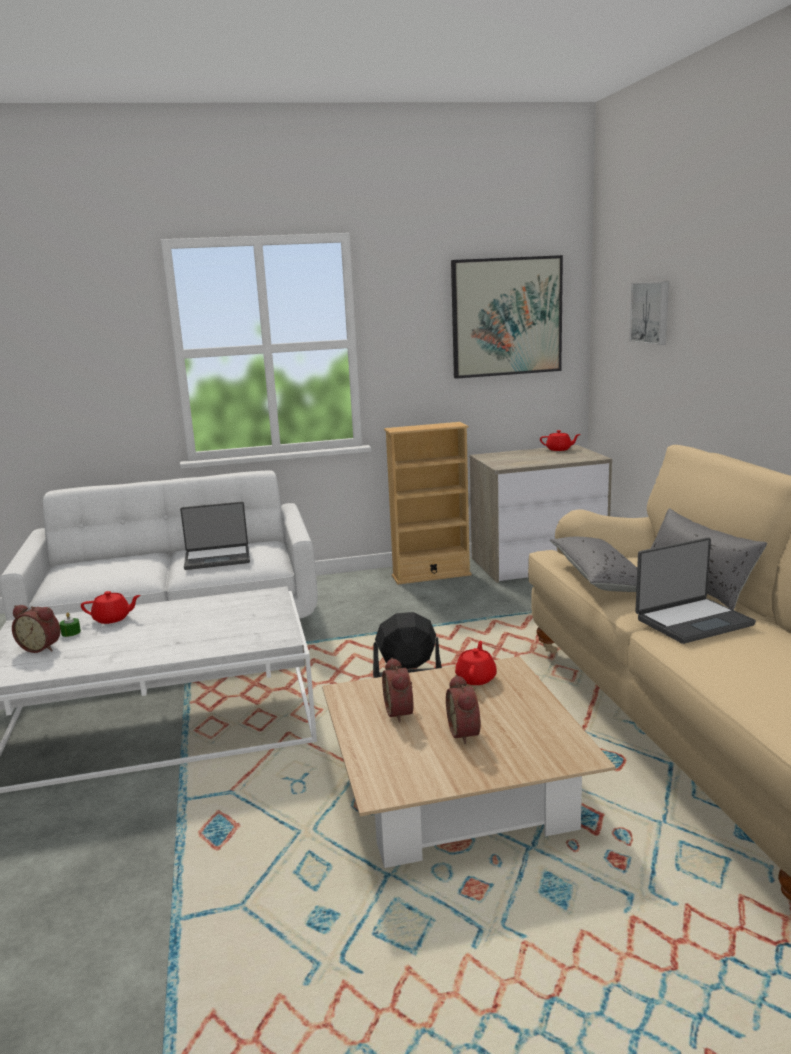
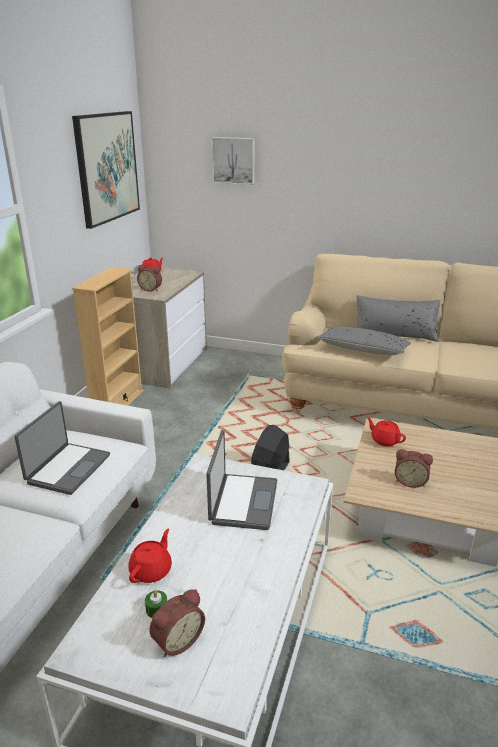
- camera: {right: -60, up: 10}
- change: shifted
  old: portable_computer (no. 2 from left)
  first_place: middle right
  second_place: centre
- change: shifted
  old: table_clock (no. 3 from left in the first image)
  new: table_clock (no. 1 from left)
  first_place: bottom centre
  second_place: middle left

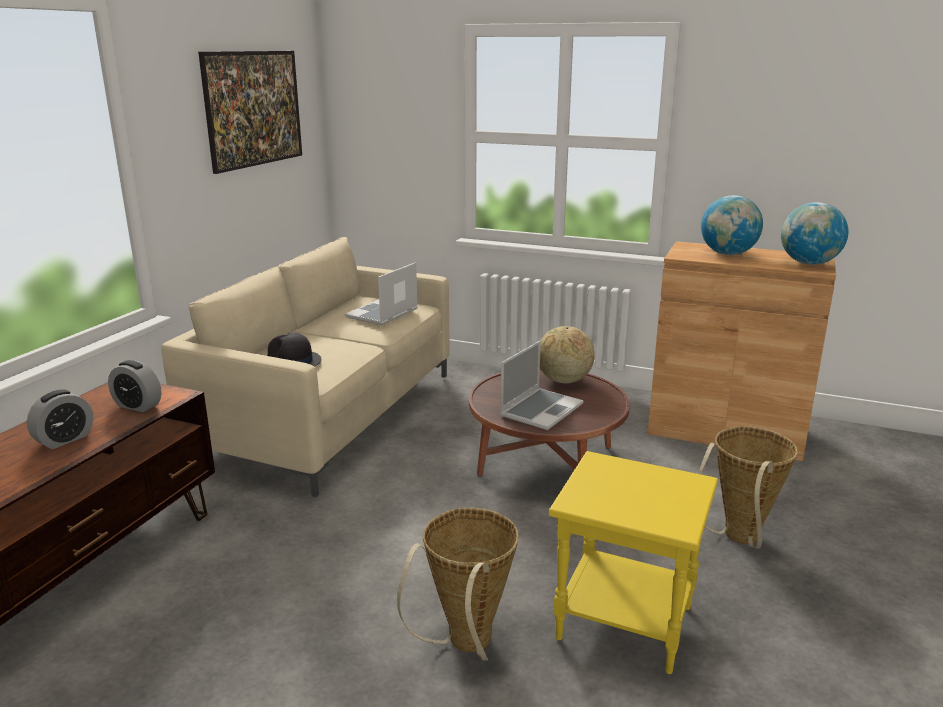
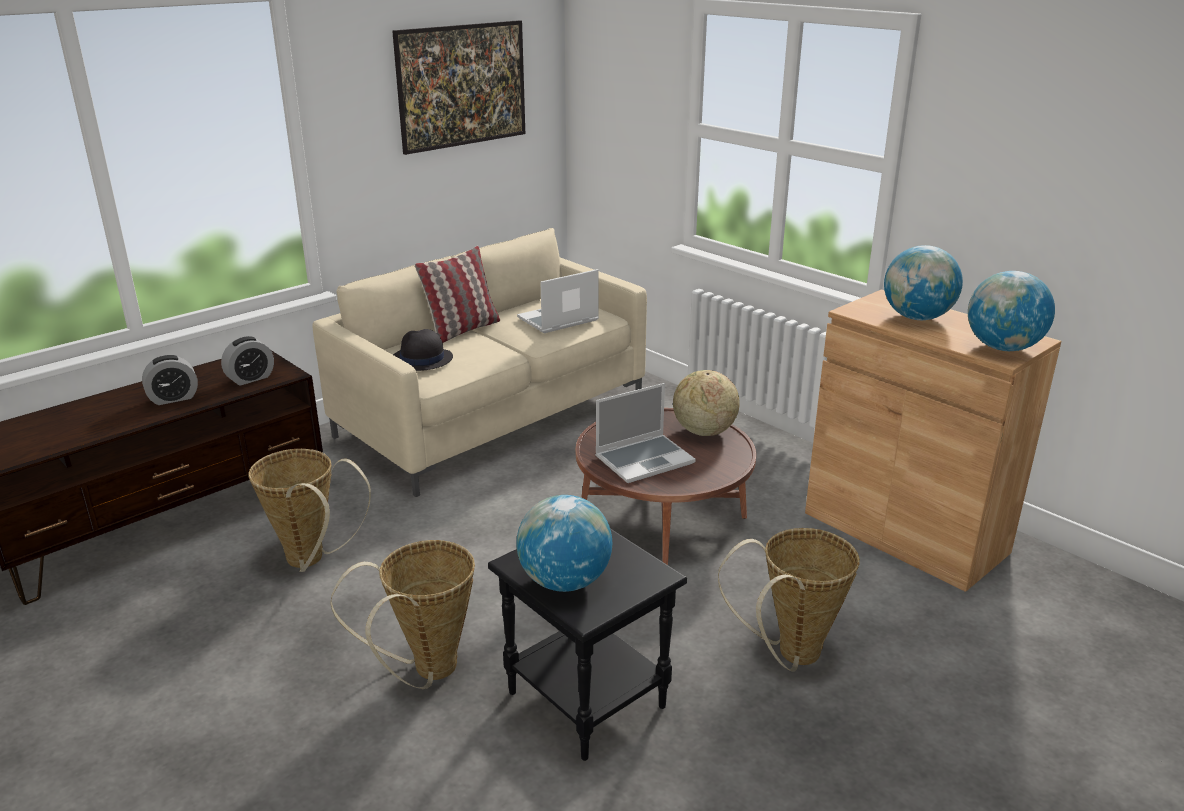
- camera: {right: 25, up: 5}
- change: rotated
  old: table_clock (no. 2 from left)
  first_place: middle left
  second_place: middle left
  degrees: -90
- change: repainted
  old: yellow_accent_table
  new: black_accent_table
  first_place: bottom right
  second_place: bottom centre
- change: new
  new: pillow
  second_place: centre
- change: new
  new: household_basket (no. 1 from left)
  second_place: middle left
- change: new
  new: globe (no. 1 from left)
  second_place: bottom centre

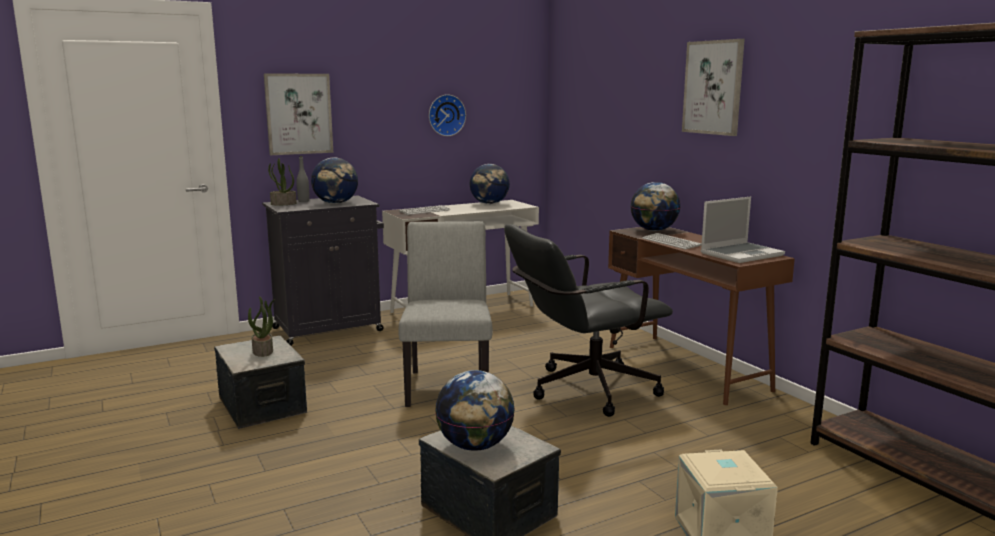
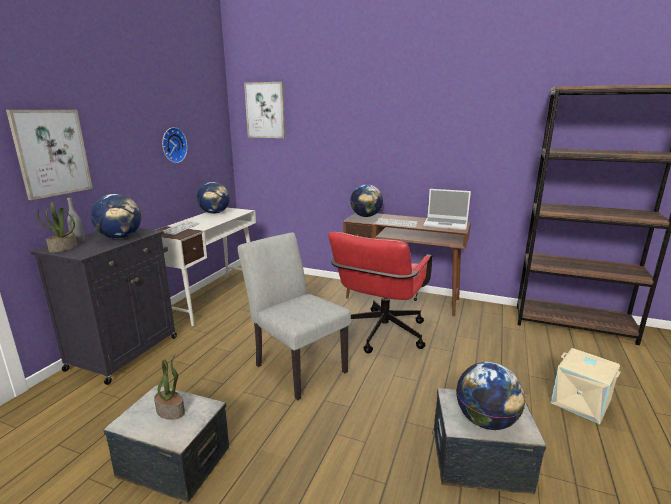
- camera: {right: -40, up: 5}
- change: shifted
  old: wall_picture (no. 2 from left)
  first_place: top right
  second_place: top centre
- change: rotated
  old: portable_computer
  first_place: middle right
  second_place: centre
  degrees: 90
- change: repainted
  old: black_office_chair
  new: reddish_office_chair
  first_place: centre
  second_place: centre

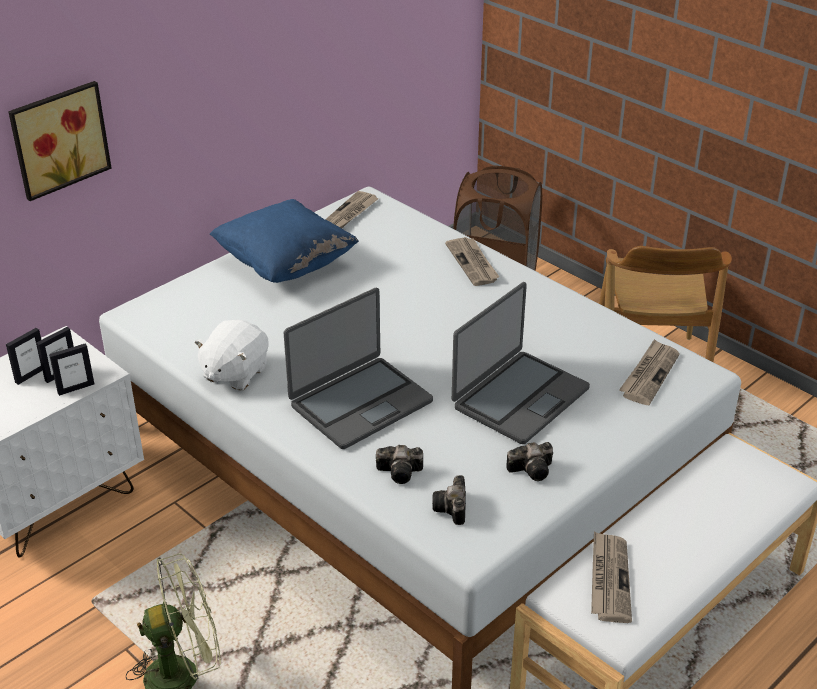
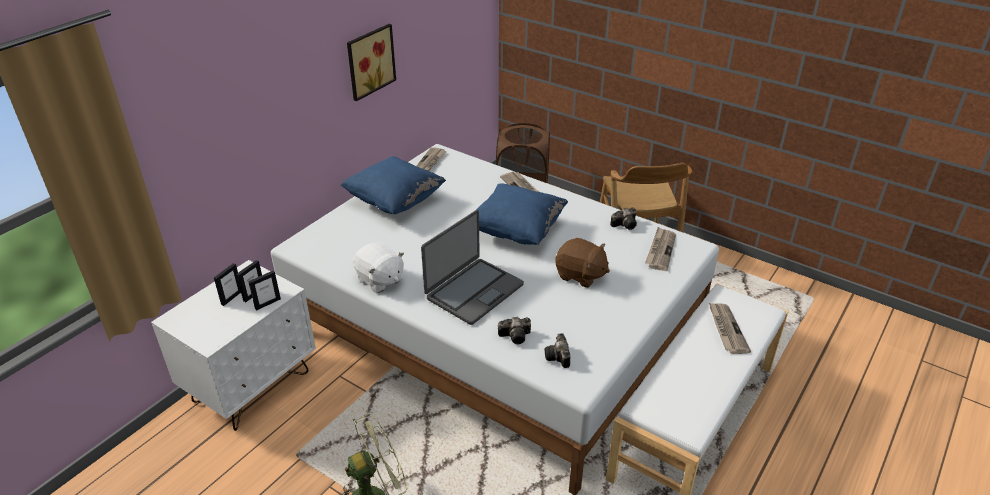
- camera: {right: -10, up: 0}
- change: shifted
  old: wall_picture
  first_place: top left
  second_place: top centre
- change: swapped
  old: portable_computer (no. 2 from left)
  new: brown-coloured_plush_toy
  first_place: centre
  second_place: centre
- change: rotated
  old: white_plush_toy
  first_place: middle left
  second_place: centre
  degrees: -60
- change: shifted
  old: still_camera (no. 3 from left)
  first_place: bottom centre
  second_place: centre
- change: shifted
  old: printed_paper (no. 3 from left in the first image)
  new: printed_paper (no. 4 from left)
  first_place: bottom right
  second_place: middle right
- change: new
  new: blue_pillow (no. 2 from left)
  second_place: centre

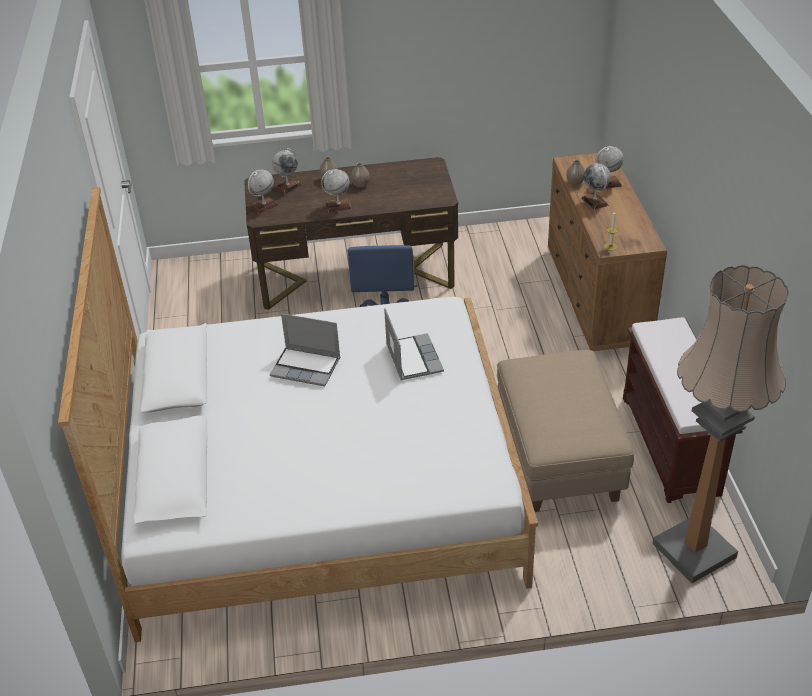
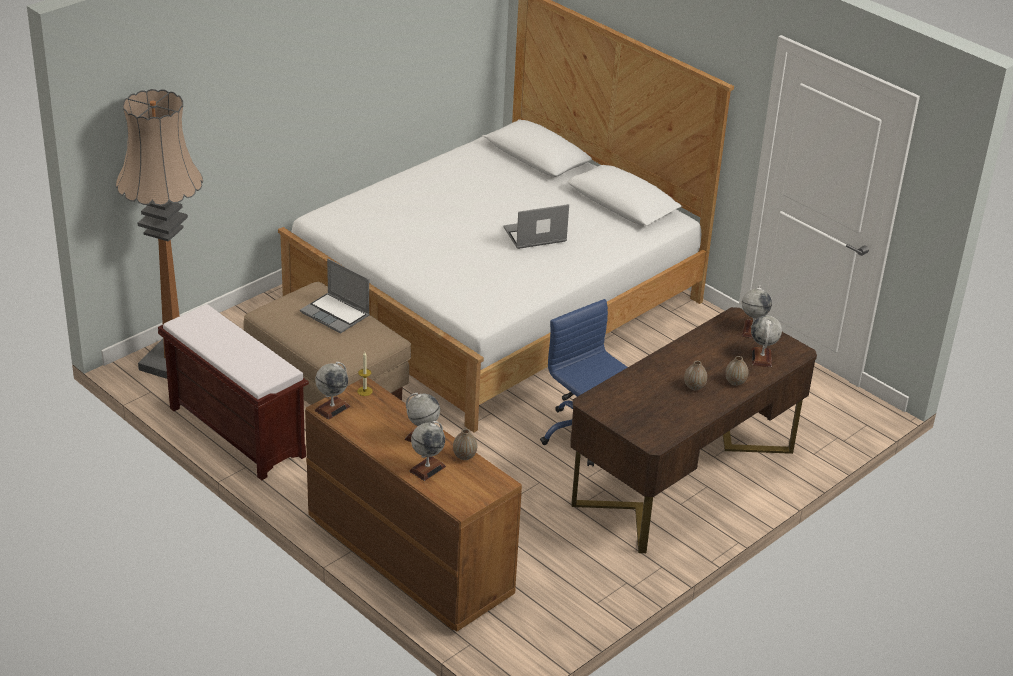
- camera: {right: 140, up: -5}
- change: shifted
  old: globe (no. 3 from left in the first image)
  new: globe (no. 1 from left)
  first_place: top centre
  second_place: middle left
- change: shifted
  old: portable_computer (no. 2 from left in the first image)
  new: portable_computer (no. 1 from left)
  first_place: centre
  second_place: middle left

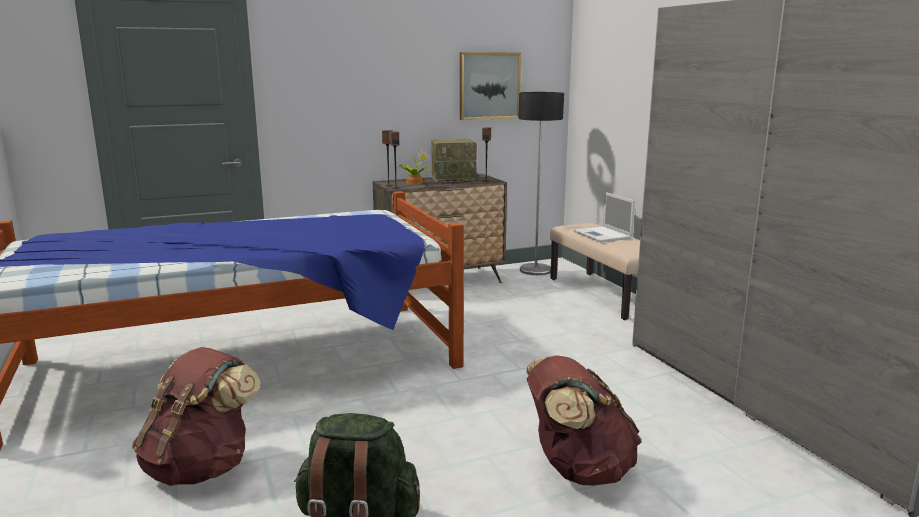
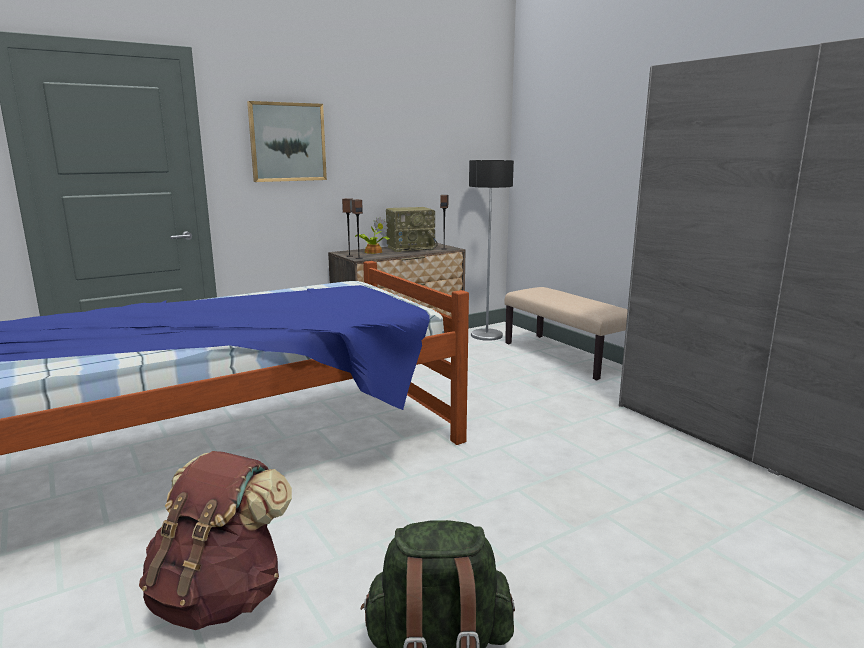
- camera: {right: -10, up: 0}
- change: shifted
  old: wall_picture
  first_place: top centre
  second_place: top left
- change: gone
  old: portable_computer
  first_place: centre
- change: gone
  old: brown-coloured_rucksack (no. 2 from left)
  first_place: bottom centre

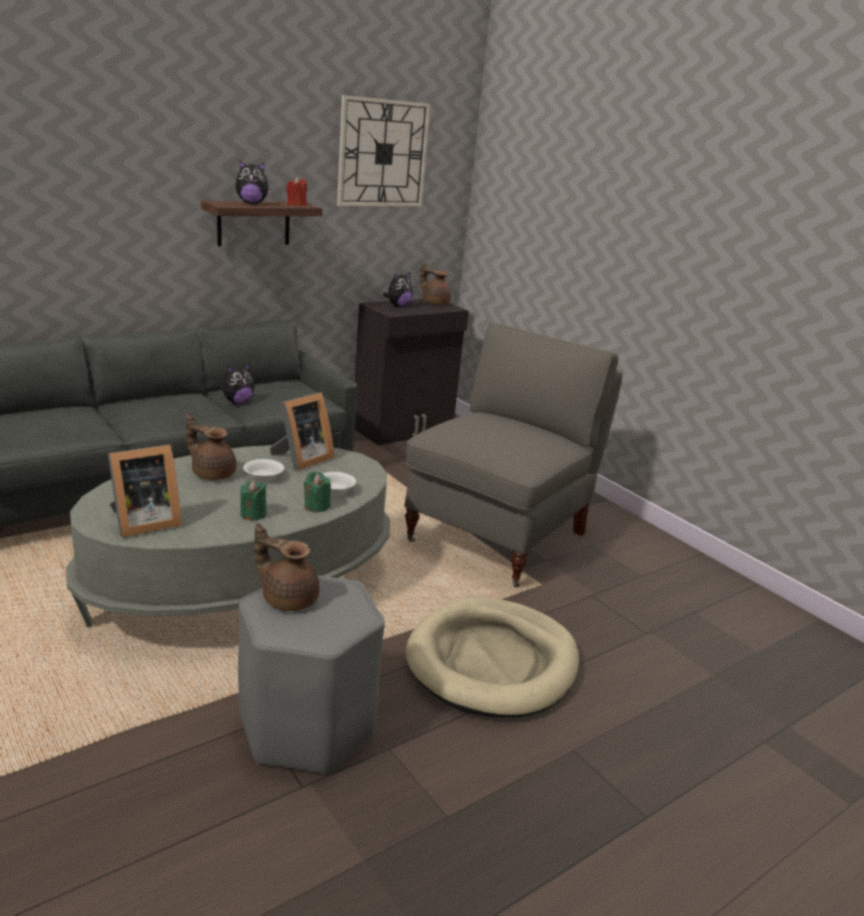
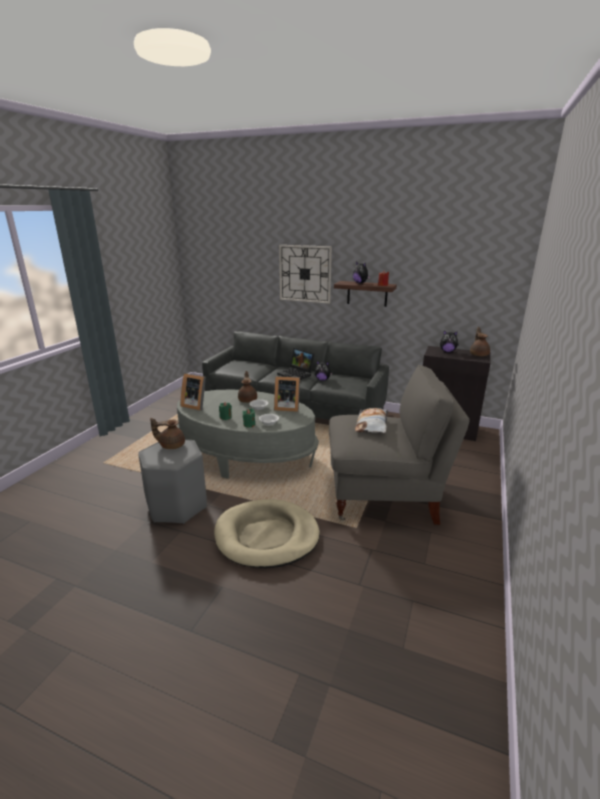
- camera: {right: 60, up: 0}
- change: shifted
  old: hanging_clock
  first_place: top centre
  second_place: centre
- change: rotated
  old: brown-coloured_teapot (no. 2 from left in the first image)
  first_place: middle left
  second_place: middle left
  degrees: -90
- change: new
  new: portable_computer
  second_place: centre
- change: new
  new: pillow
  second_place: centre

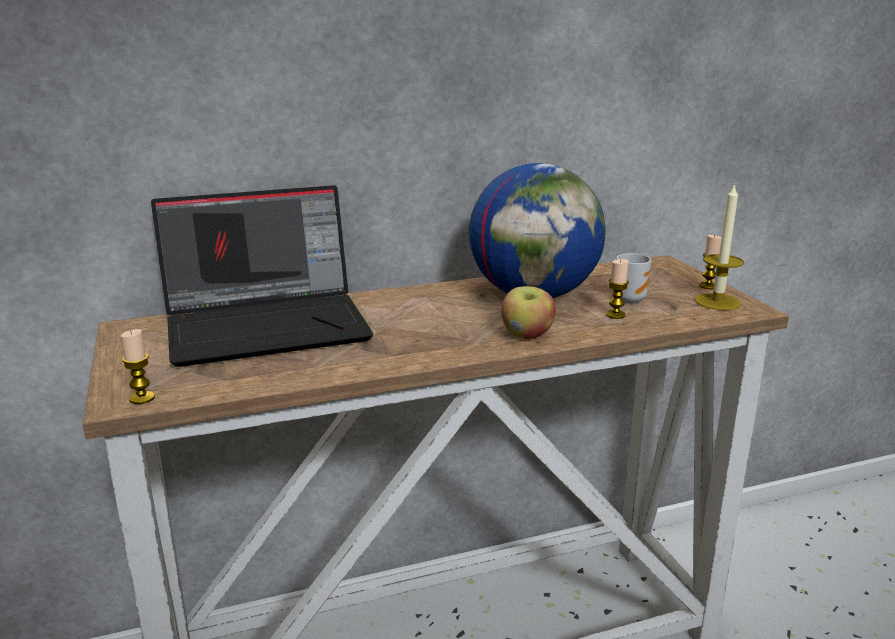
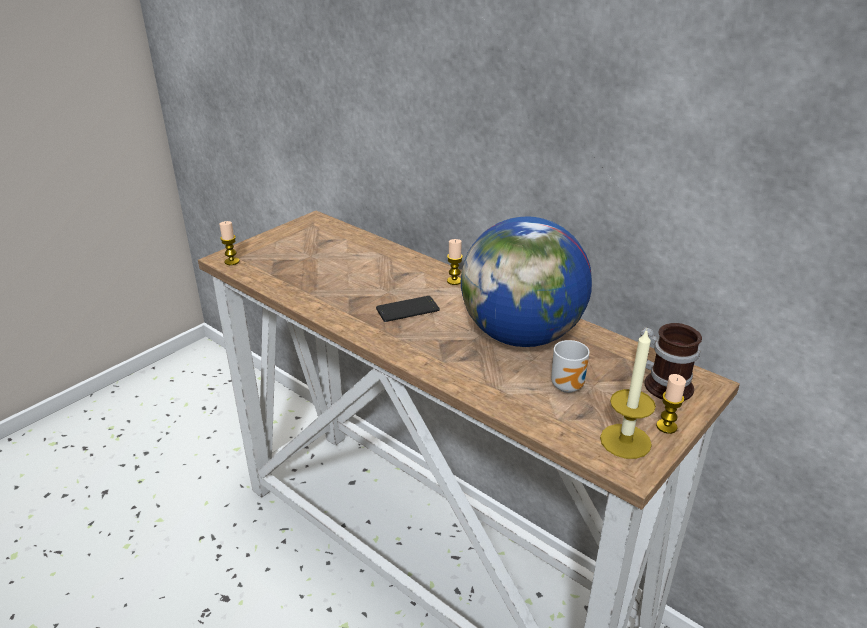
- camera: {right: 60, up: 10}
- change: gone
  old: portable_computer
  first_place: middle left
- change: shifted
  old: wax_light (no. 2 from left)
  first_place: middle right
  second_place: centre
- change: gone
  old: apple_fruit
  first_place: centre
- change: new
  new: phone
  second_place: centre
- change: new
  new: tea_mug (no. 2 from left)
  second_place: middle right

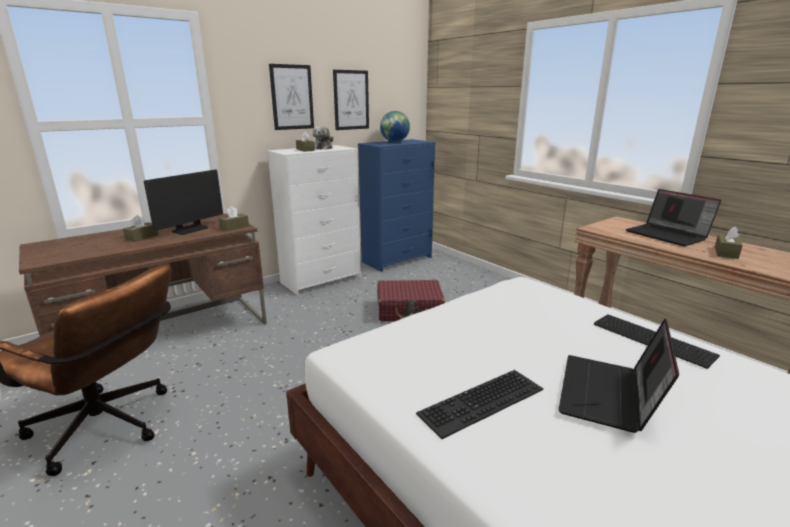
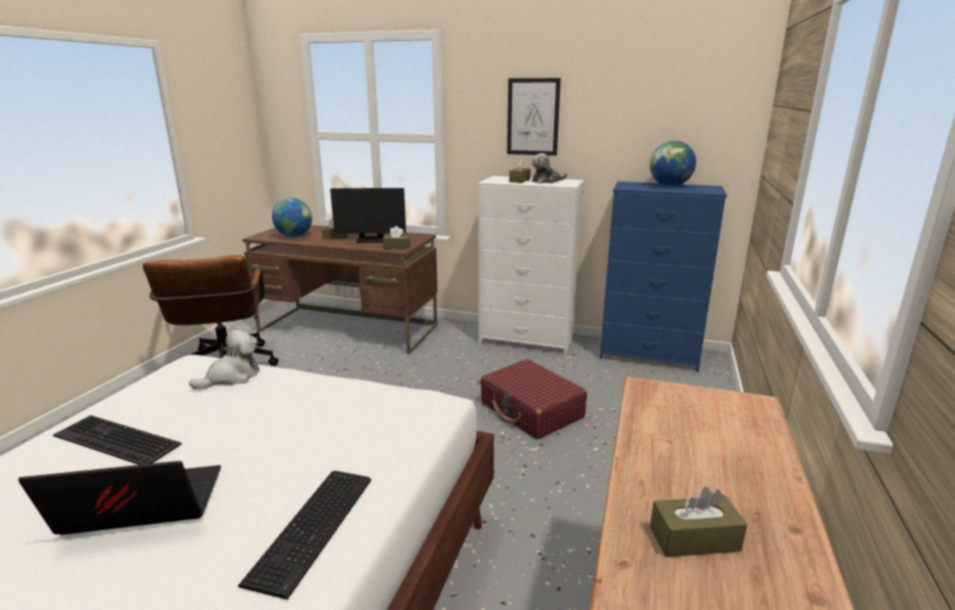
- camera: {right: 55, up: 0}
- change: gone
  old: wall_picture (no. 2 from left)
  first_place: top centre
- change: gone
  old: portable_computer (no. 2 from left)
  first_place: middle right
- change: new
  new: globe (no. 1 from left)
  second_place: middle left
- change: new
  new: plush_toy (no. 1 from left)
  second_place: middle left

